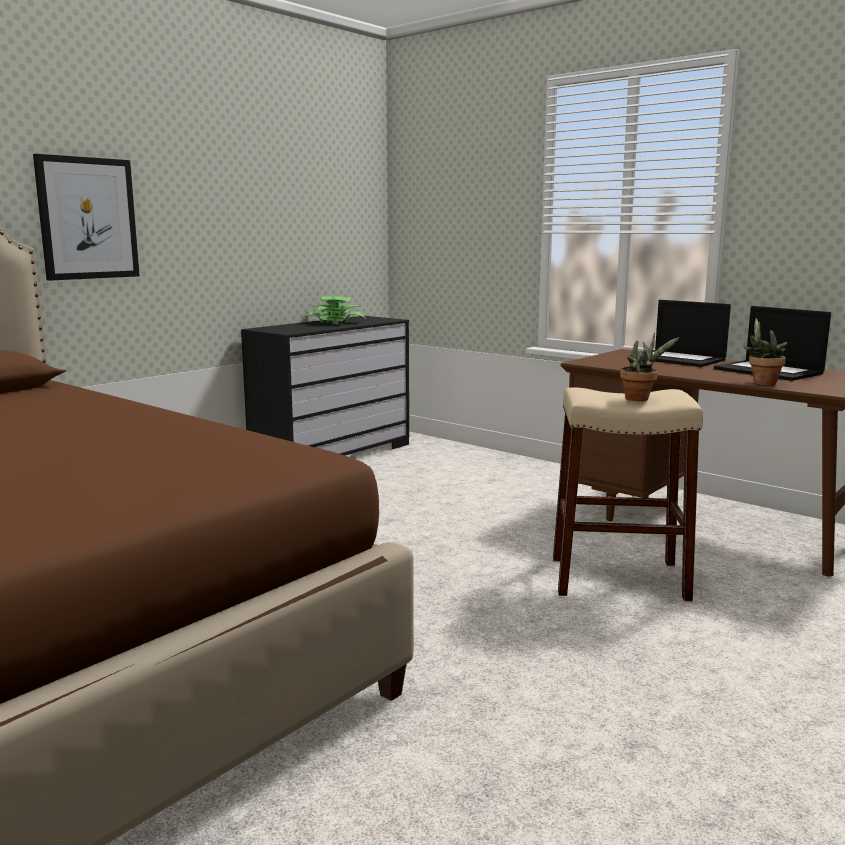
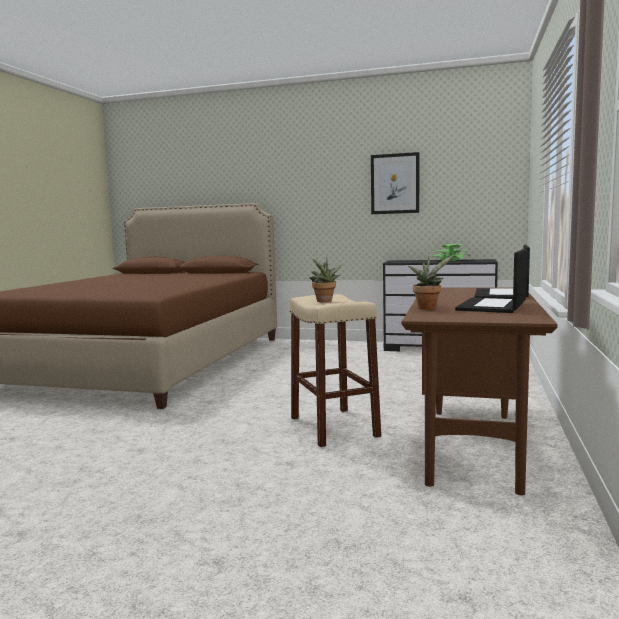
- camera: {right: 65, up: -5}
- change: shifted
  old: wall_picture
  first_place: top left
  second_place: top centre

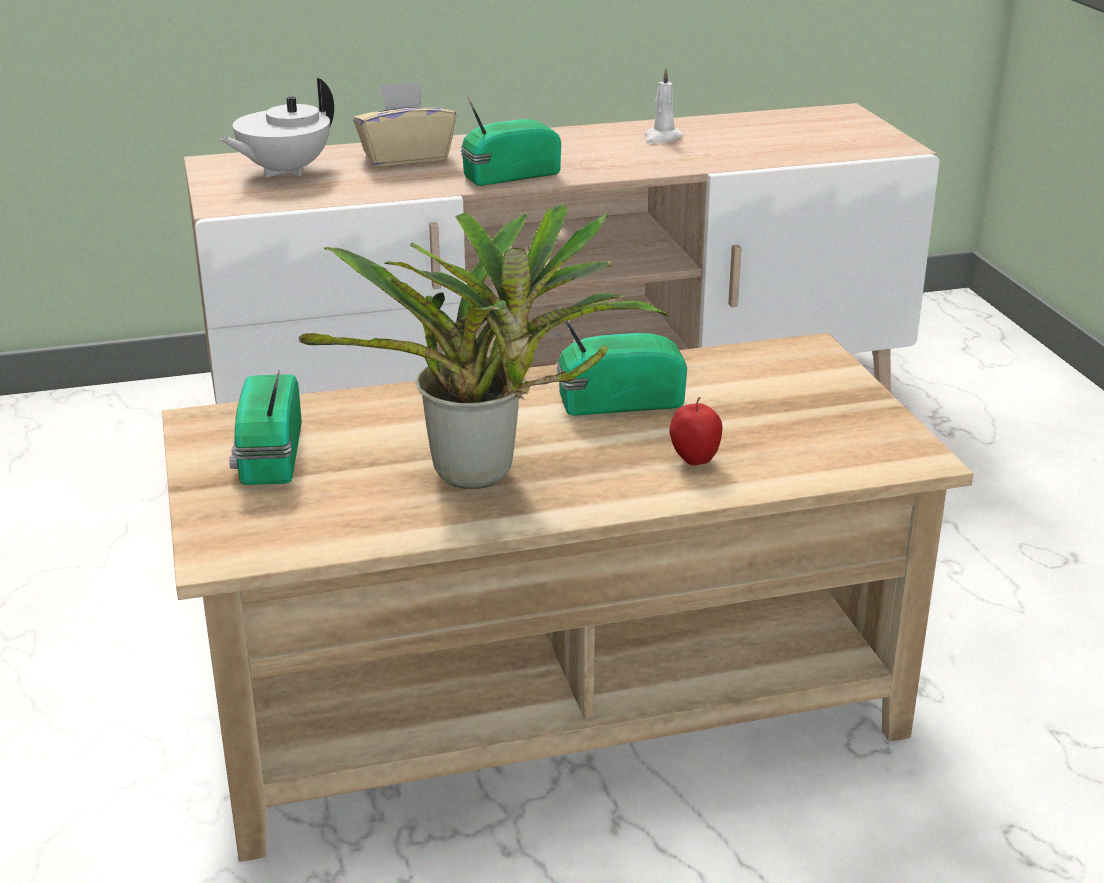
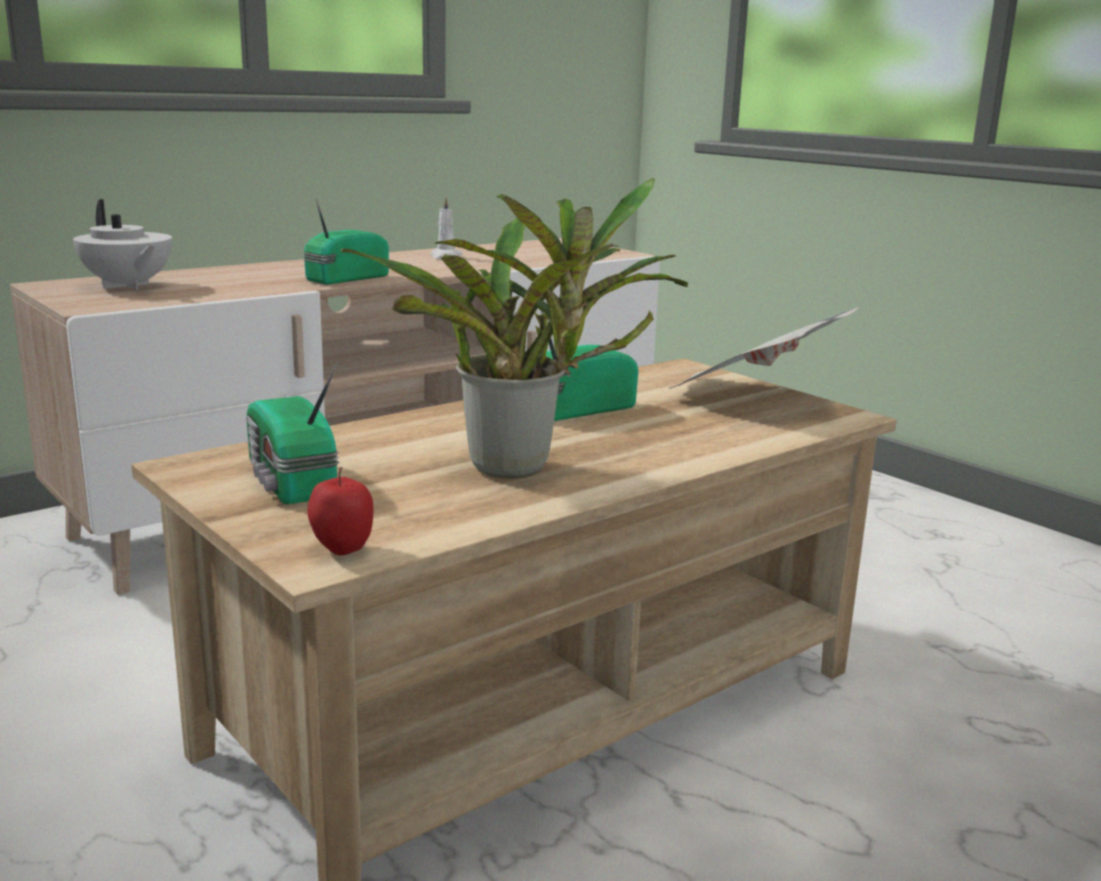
- camera: {right: -25, up: -10}
- change: rotated
  old: white_teapot
  first_place: top left
  second_place: top left
  degrees: -60
- change: gone
  old: sand-coloured_tissue_box
  first_place: top centre
- change: shifted
  old: apple_fruit
  first_place: centre
  second_place: middle left
- change: new
  new: printed_paper
  second_place: middle right

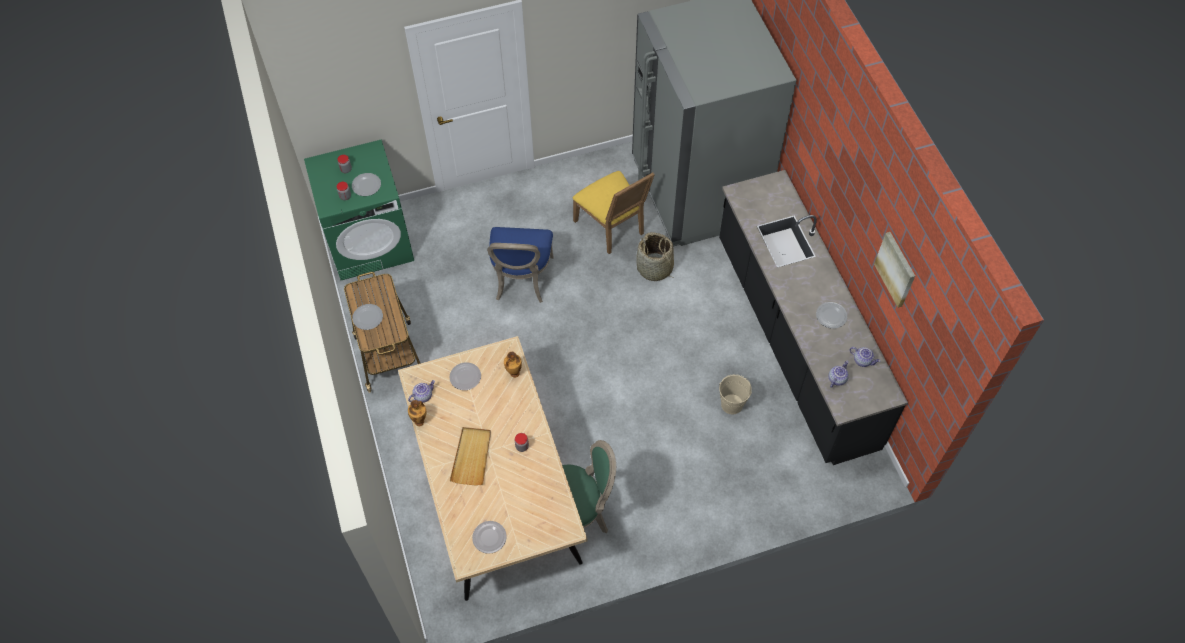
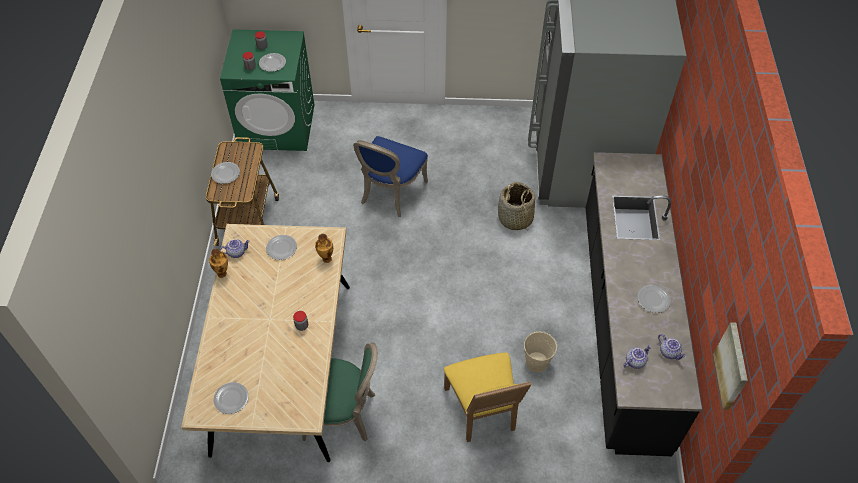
- camera: {right: 20, up: -5}
- change: shifted
  old: yellow_chair
  first_place: top centre
  second_place: bottom centre
- change: shifted
  old: wall_picture
  first_place: middle right
  second_place: bottom right
- change: gone
  old: sand-coloured_tray
  first_place: bottom centre

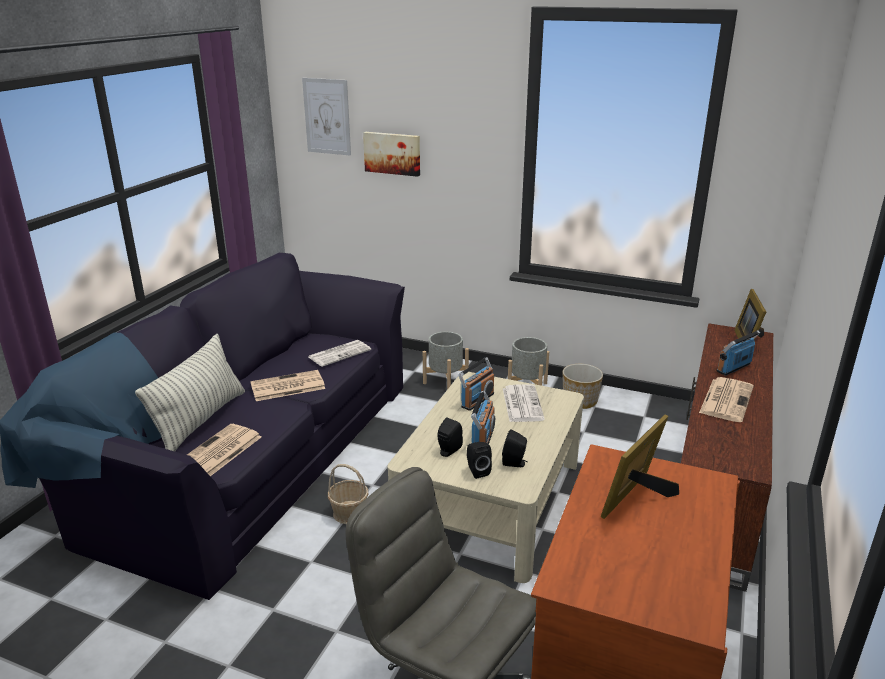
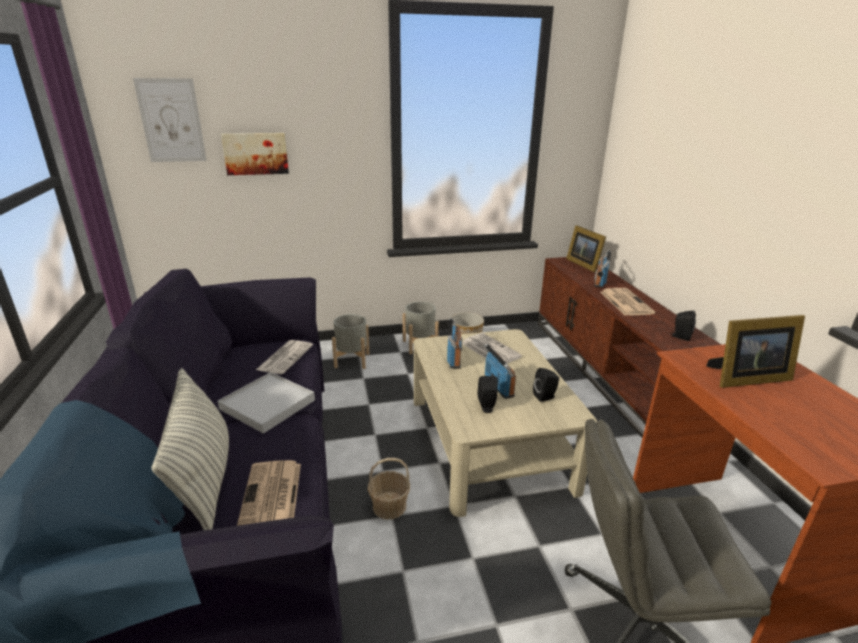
- camera: {right: -35, up: 0}
- change: swapped
  old: printed_paper (no. 2 from left)
  new: white_tray
  first_place: middle left
  second_place: middle left
- change: rotated
  old: standing_frame (no. 1 from left in the first image)
  first_place: bottom right
  second_place: middle right
  degrees: -105
- change: shifted
  old: black_loudspeaker (no. 2 from left in the first image)
  new: black_loudspeaker (no. 3 from left)
  first_place: bottom centre
  second_place: middle right

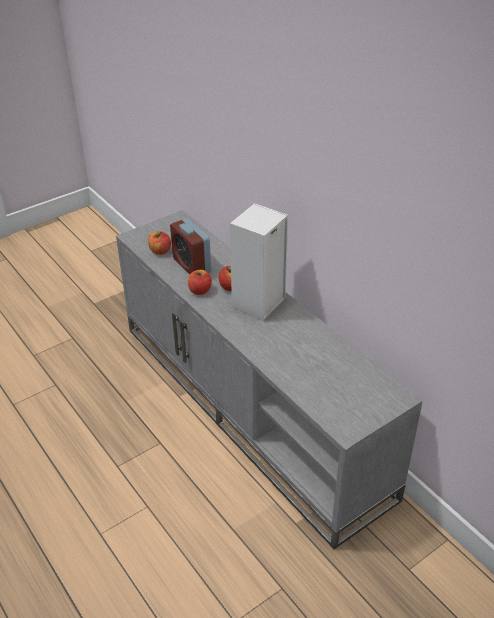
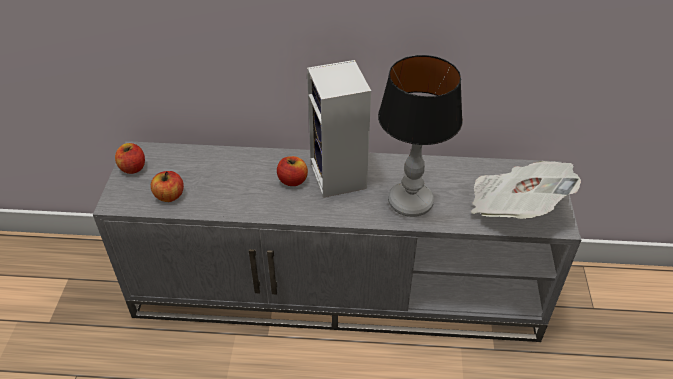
- camera: {right: -50, up: 5}
- change: gone
  old: table_clock
  first_place: centre
- change: shifted
  old: apple_fruit (no. 2 from left in the first image)
  new: apple_fruit (no. 1 from left)
  first_place: centre
  second_place: middle left
- change: new
  new: table_lamp
  second_place: centre
- change: new
  new: printed_paper
  second_place: middle right

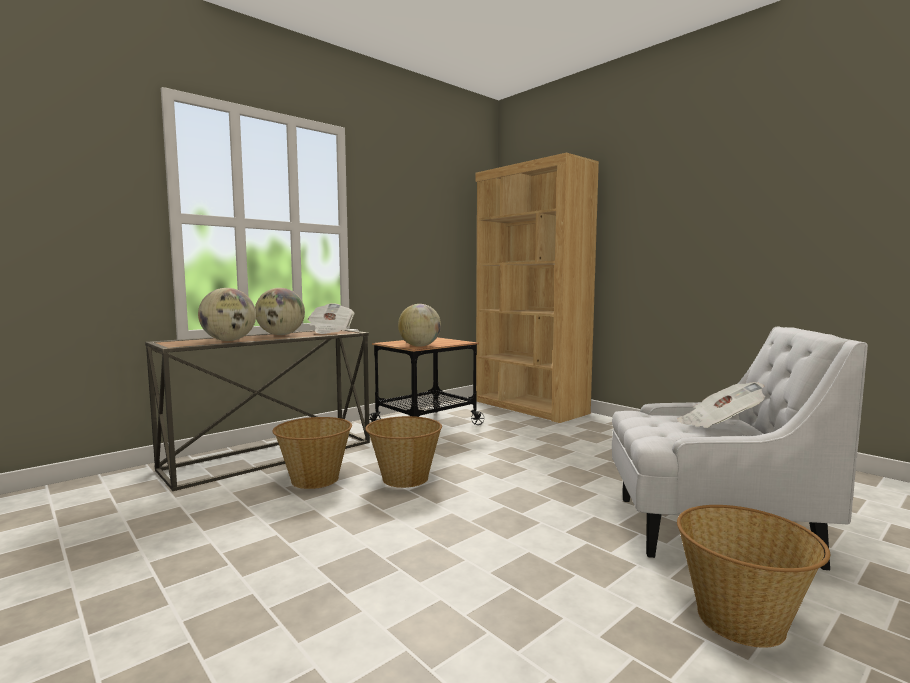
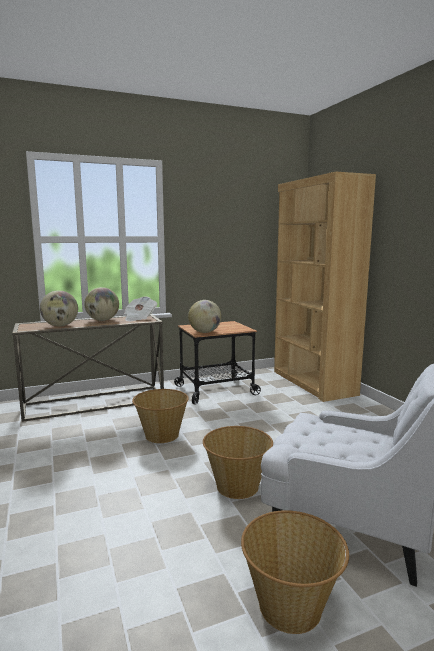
- camera: {right: 20, up: 5}
- change: gone
  old: printed_paper (no. 2 from left)
  first_place: middle right
- change: shifted
  old: household_basket (no. 1 from left in the first image)
  new: household_basket (no. 2 from left)
  first_place: centre
  second_place: bottom centre

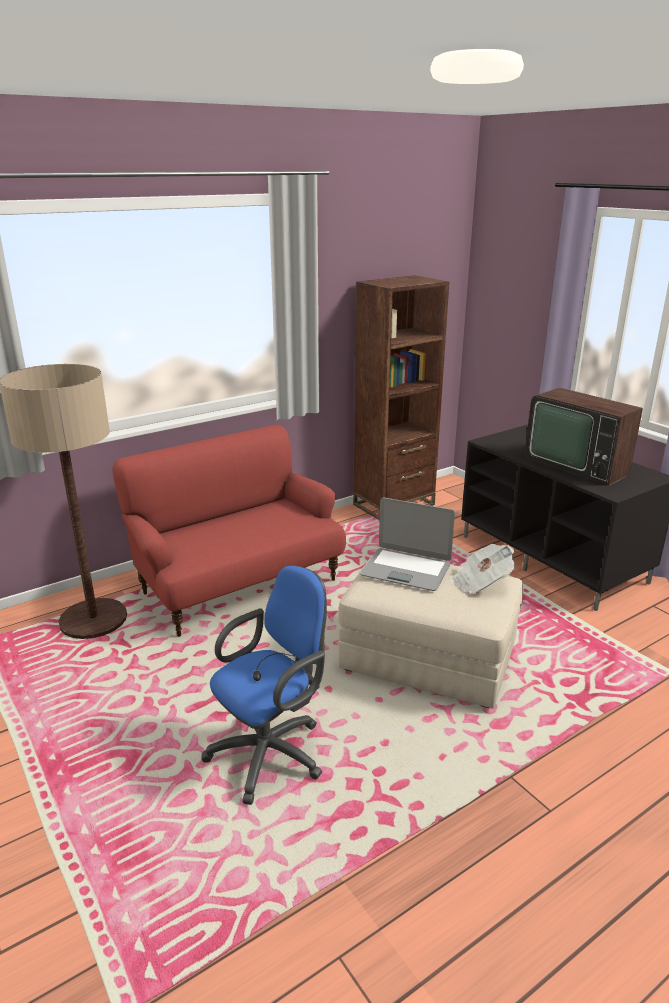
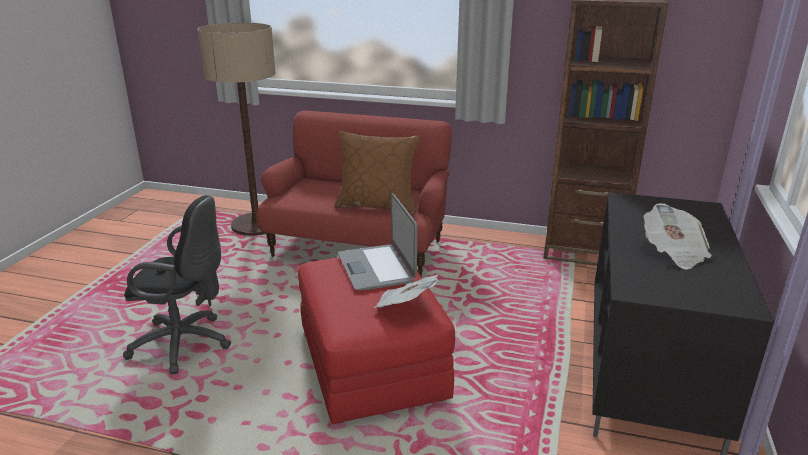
- camera: {right: 50, up: 0}
- change: swapped
  old: television
  new: printed_paper (no. 2 from left)
  first_place: middle right
  second_place: middle right
- change: repainted
  old: sand-coloured_ottoman
  new: reddish_ottoman
  first_place: centre
  second_place: bottom centre
- change: repainted
  old: blue_office_chair
  new: black_office_chair
  first_place: bottom centre
  second_place: middle left
- change: new
  new: brown-coloured_pillow
  second_place: centre

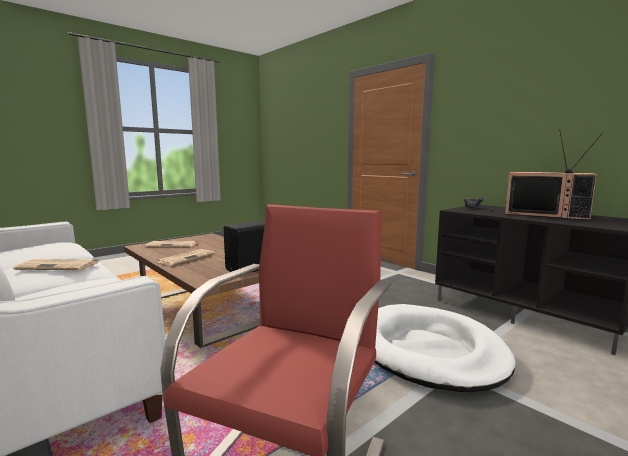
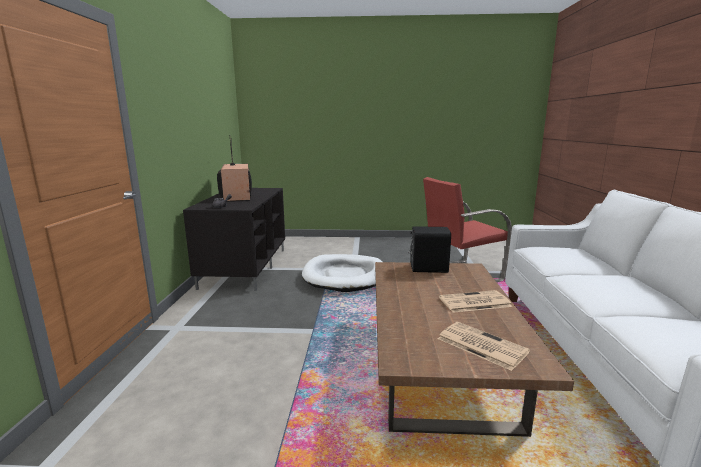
- camera: {right: -135, up: 5}
- change: gone
  old: printed_paper (no. 1 from left)
  first_place: middle left

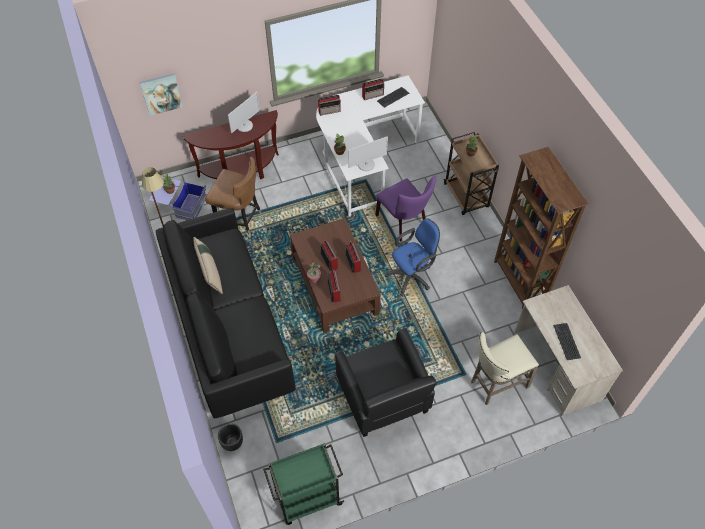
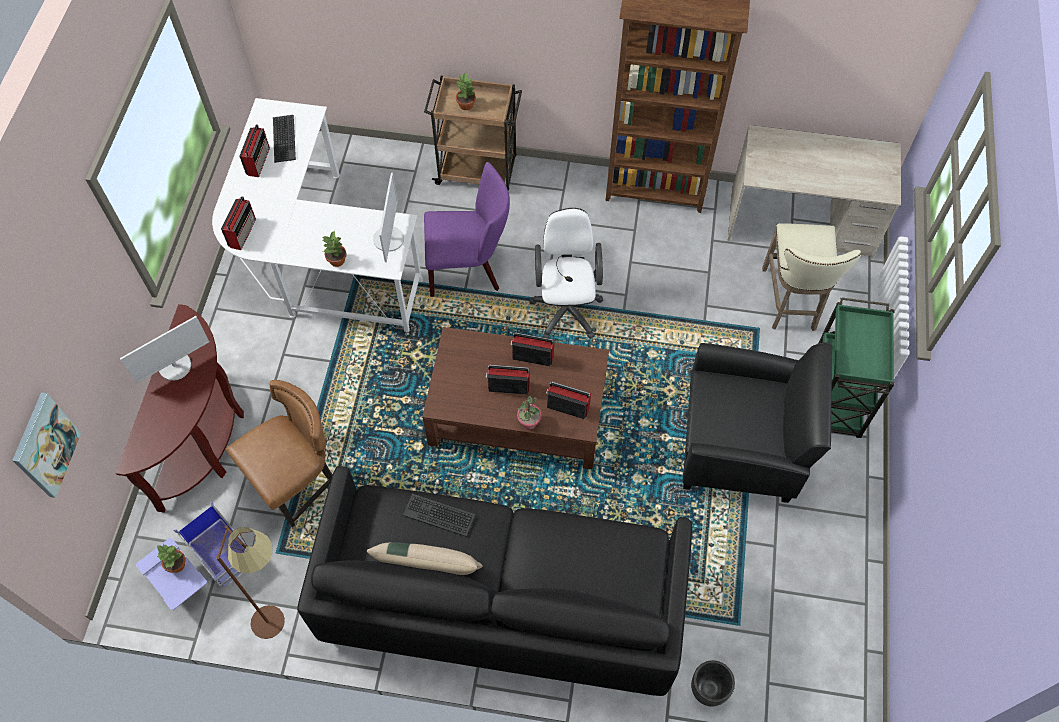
- camera: {right: -60, up: 5}
- change: rotated
  old: computer_display (no. 1 from left)
  first_place: top centre
  second_place: middle left
  degrees: 75
- change: repainted
  old: blue_office_chair
  new: white_office_chair
  first_place: centre
  second_place: centre
- change: shifted
  old: computer_keyboard (no. 2 from left)
  first_place: middle right
  second_place: bottom centre
- change: shifted
  old: greenish_trolley
  first_place: bottom centre
  second_place: middle right

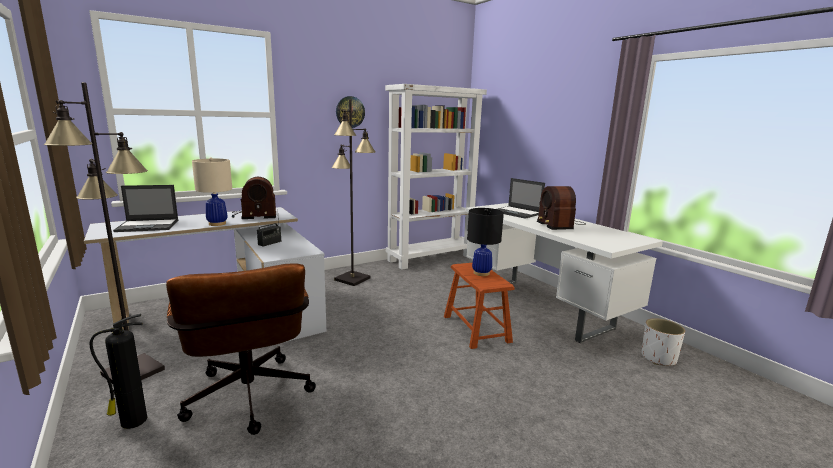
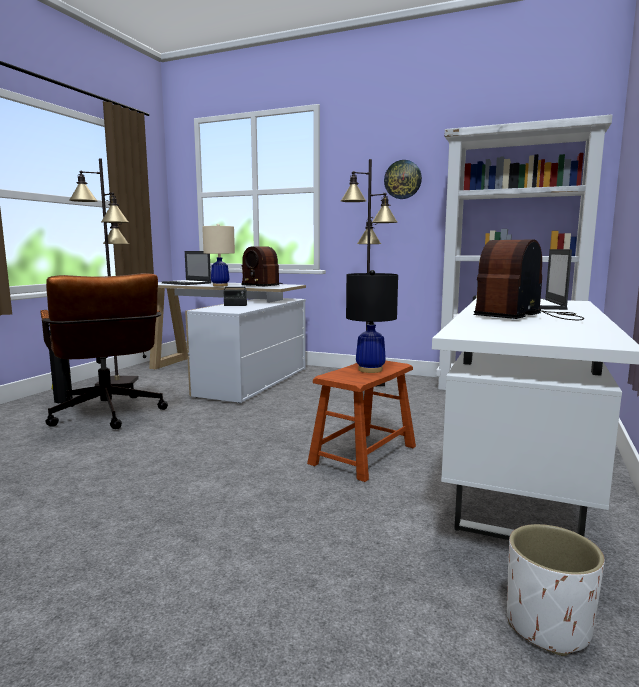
- camera: {right: 55, up: -5}
- change: rotated
  old: brown-coloured_office_chair
  first_place: bottom left
  second_place: middle left
  degrees: -60

